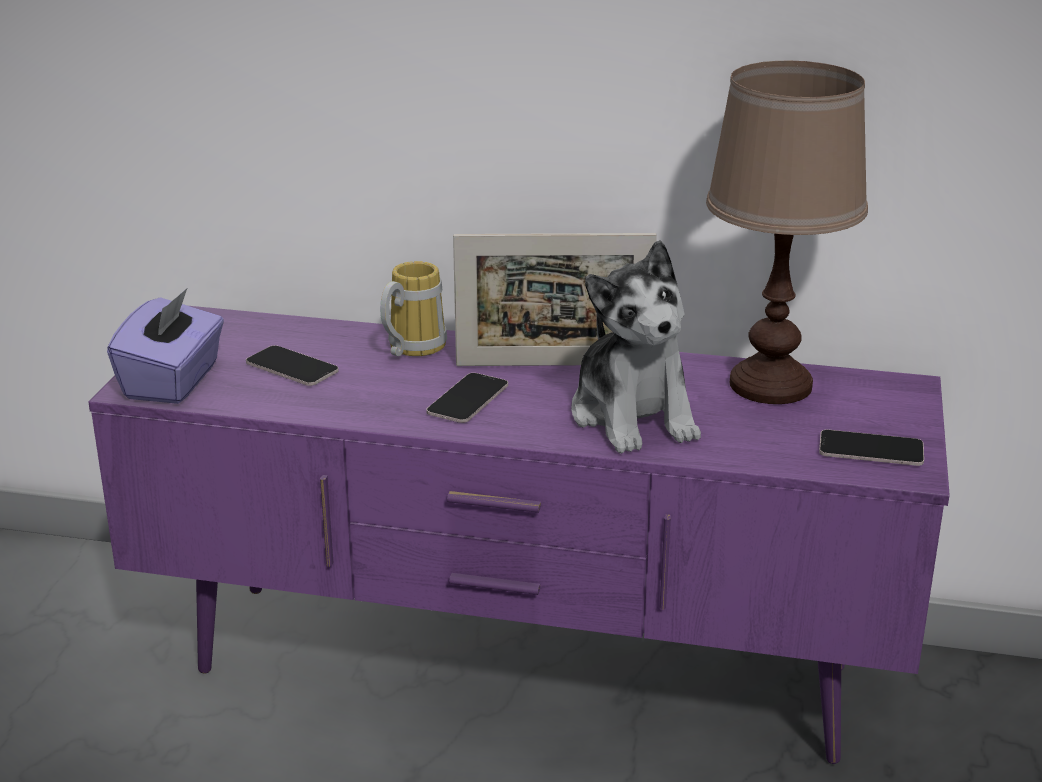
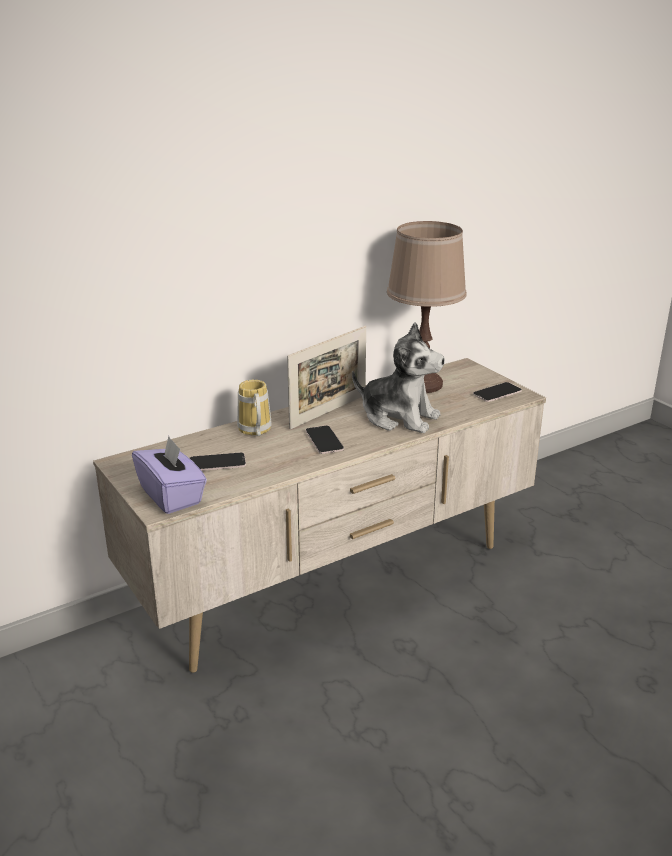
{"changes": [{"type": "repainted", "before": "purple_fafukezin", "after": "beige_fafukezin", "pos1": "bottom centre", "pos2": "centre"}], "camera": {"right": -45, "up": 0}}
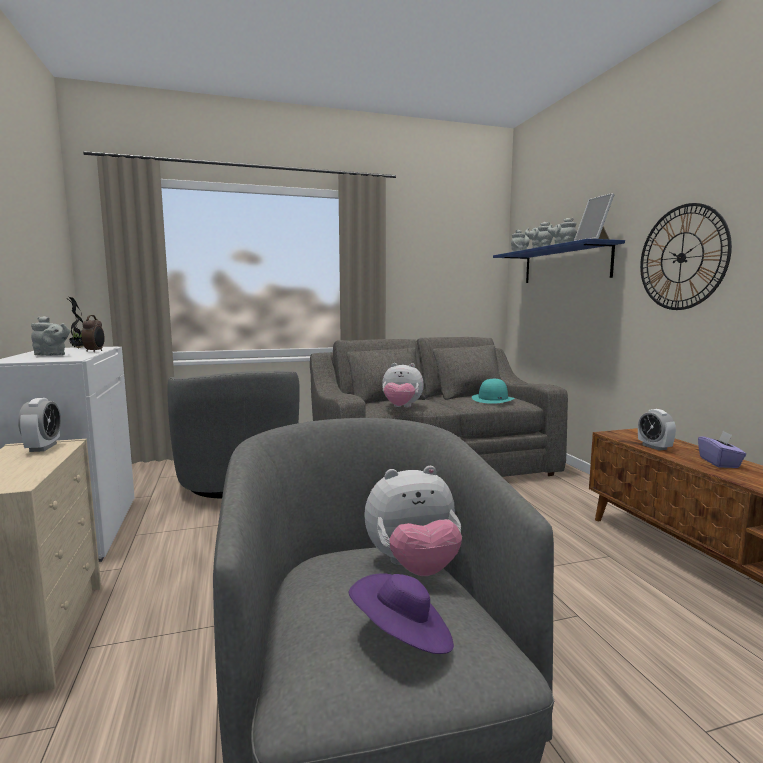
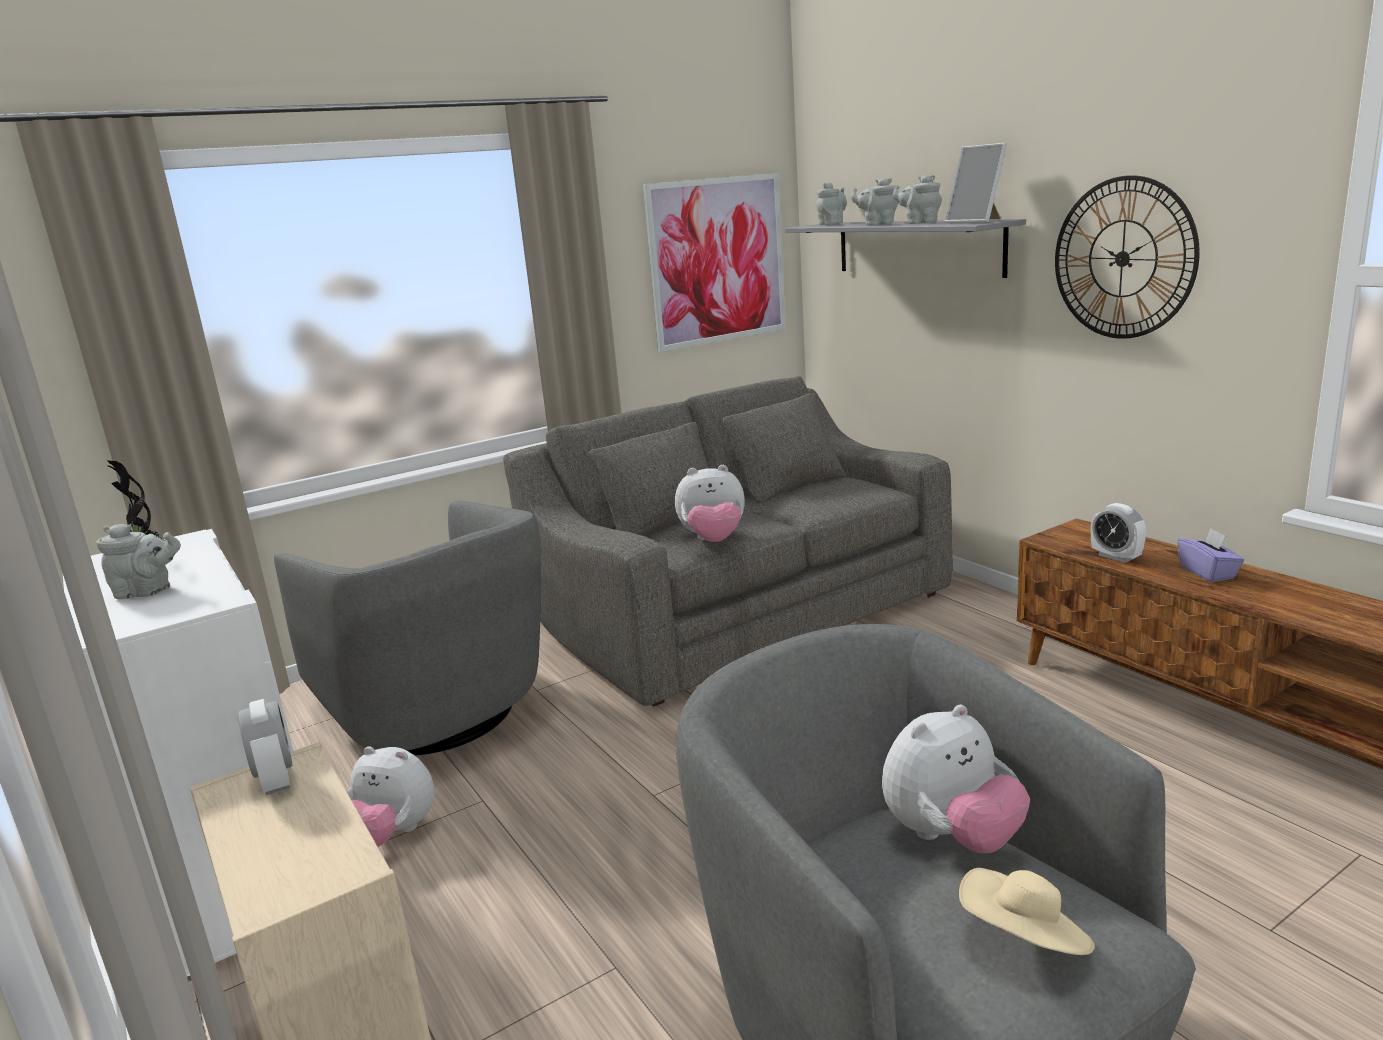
{"changes": [{"type": "repainted", "before": "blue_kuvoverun", "after": "grey_kuvoverun", "pos1": "middle right", "pos2": "top centre"}, {"type": "gone", "before": "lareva (no. 2 from left)", "pos1": "middle left"}, {"type": "gone", "before": "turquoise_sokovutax", "pos1": "centre"}, {"type": "repainted", "before": "purple_sokovutax", "after": "beige_sokovutax", "pos1": "bottom centre", "pos2": "bottom right"}, {"type": "new", "after": "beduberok", "pos2": "top centre"}, {"type": "new", "after": "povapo (no. 1 from left)", "pos2": "bottom left"}], "camera": {"right": -15, "up": 10}}
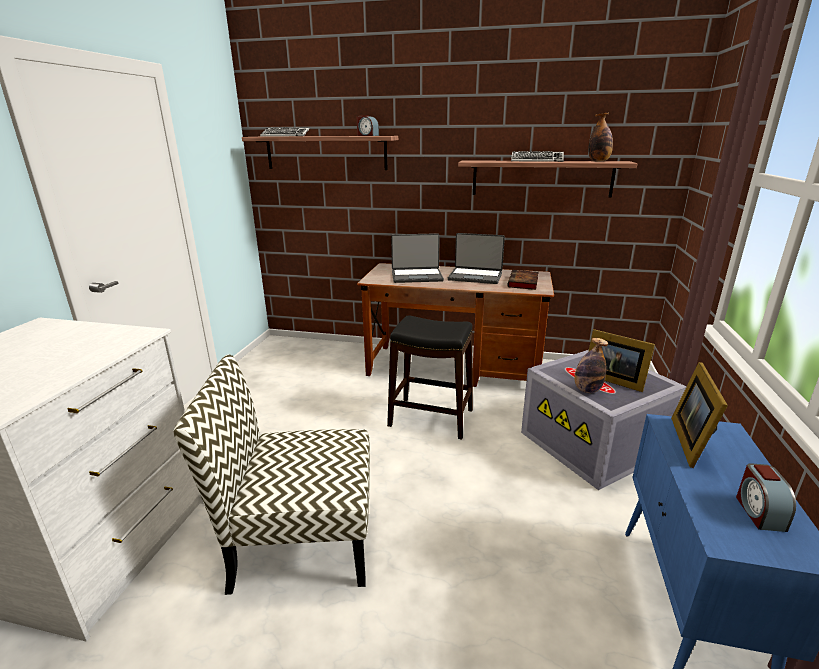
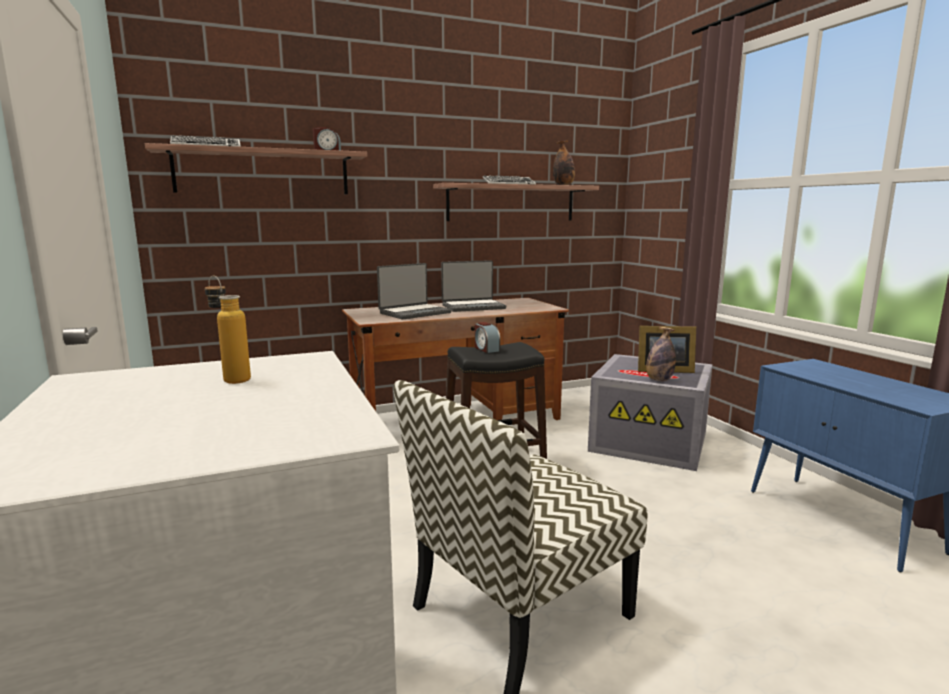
{"changes": [{"type": "gone", "before": "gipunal", "pos1": "centre"}, {"type": "gone", "before": "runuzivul (no. 2 from left)", "pos1": "middle right"}, {"type": "shifted", "before": "lareva (no. 2 from left)", "pos1": "bottom right", "pos2": "centre"}, {"type": "new", "after": "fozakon (no. 1 from left)", "pos2": "middle left"}], "camera": {"right": -35, "up": -10}}
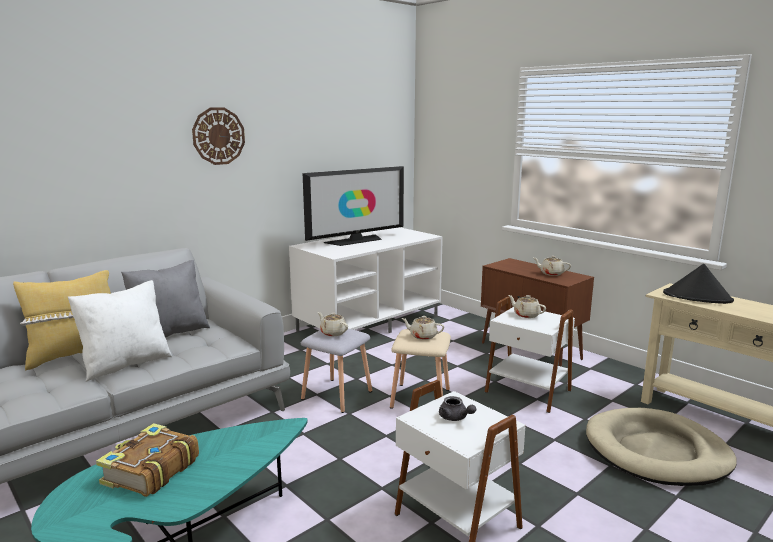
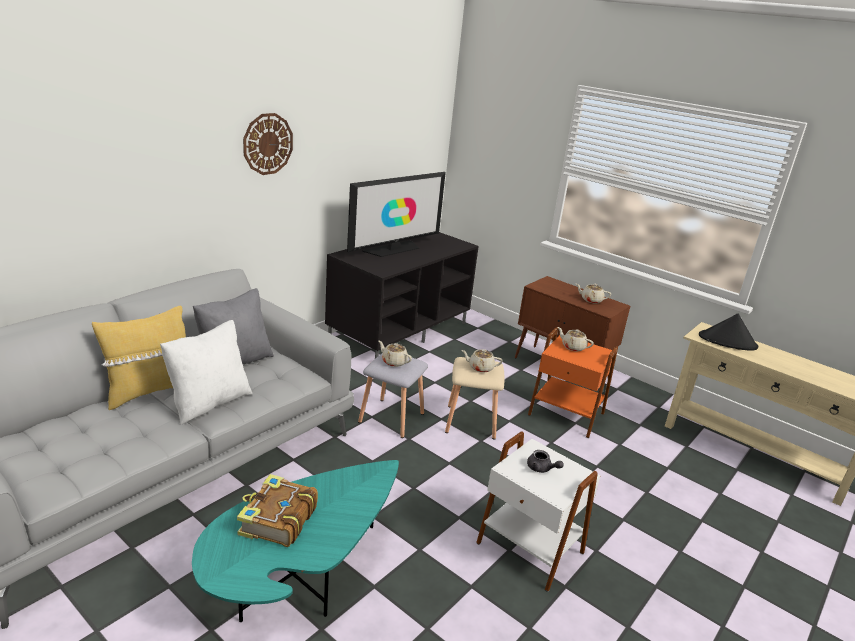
{"changes": [{"type": "repainted", "before": "white_fafukezin", "after": "black_fafukezin", "pos1": "centre", "pos2": "centre"}, {"type": "repainted", "before": "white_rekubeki (no. 2 from left)", "after": "orange_rekubeki", "pos1": "middle right", "pos2": "middle right"}, {"type": "gone", "before": "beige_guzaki", "pos1": "bottom right"}], "camera": {"right": -10, "up": 10}}
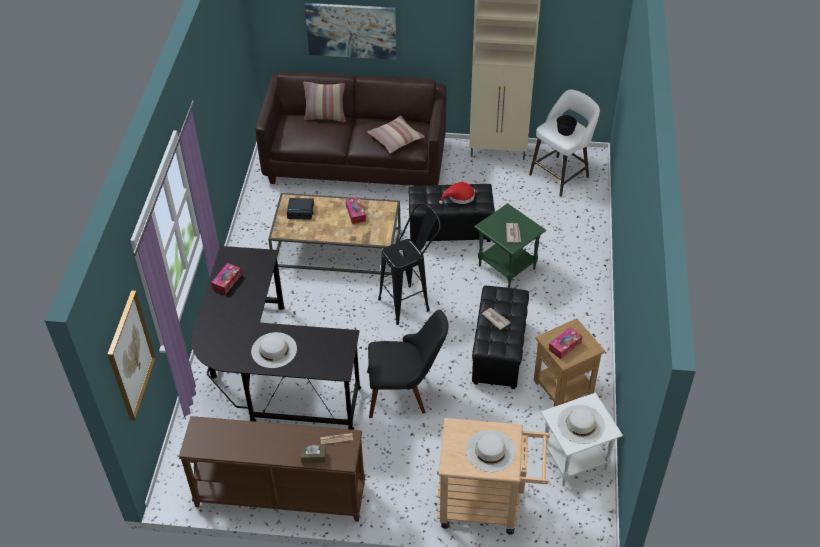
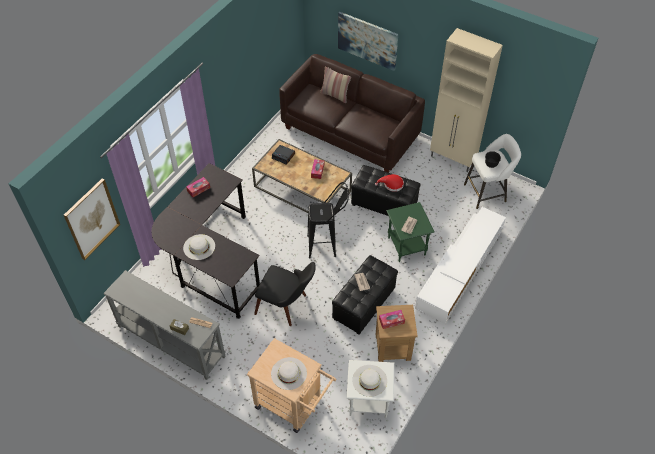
{"changes": [{"type": "gone", "before": "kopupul (no. 2 from left)", "pos1": "top centre"}, {"type": "repainted", "before": "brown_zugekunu", "after": "grey_zugekunu", "pos1": "bottom left", "pos2": "bottom left"}, {"type": "new", "after": "white_fafukezin", "pos2": "middle right"}], "camera": {"right": 25, "up": 5}}
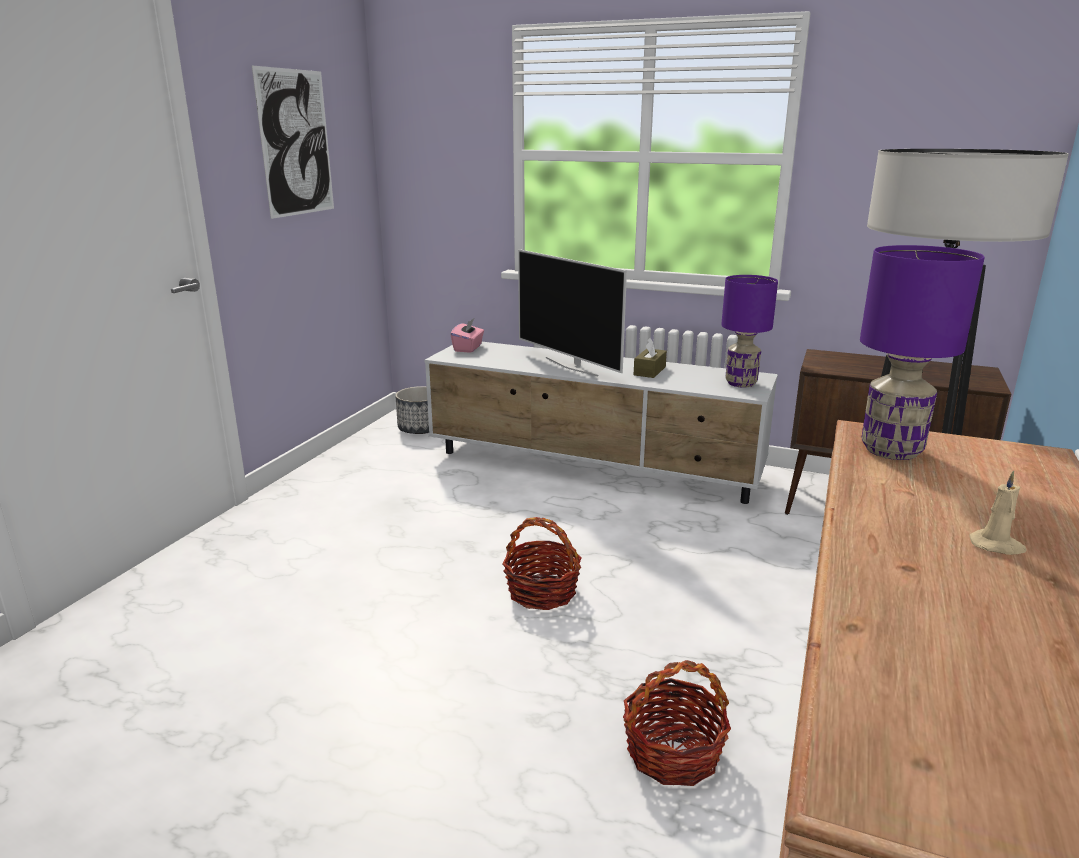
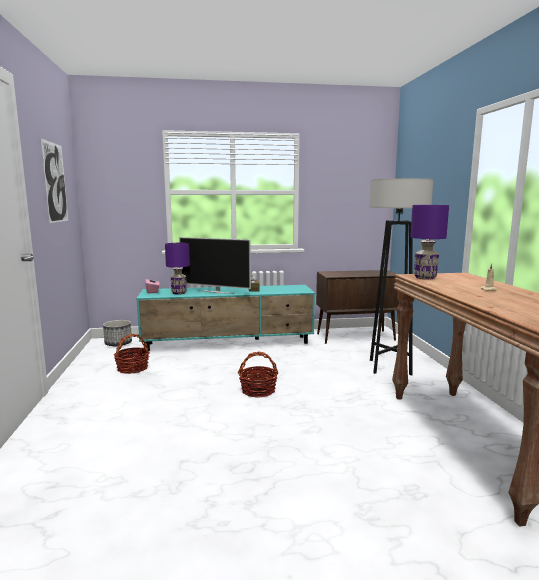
{"changes": [{"type": "shifted", "before": "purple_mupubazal (no. 1 from left)", "pos1": "middle right", "pos2": "middle left"}, {"type": "repainted", "before": "white_fafukezin", "after": "turquoise_fafukezin", "pos1": "centre", "pos2": "centre"}, {"type": "shifted", "before": "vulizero (no. 2 from left in the first image)", "after": "vulizero (no. 1 from left)", "pos1": "bottom centre", "pos2": "middle left"}], "camera": {"right": -30, "up": -10}}
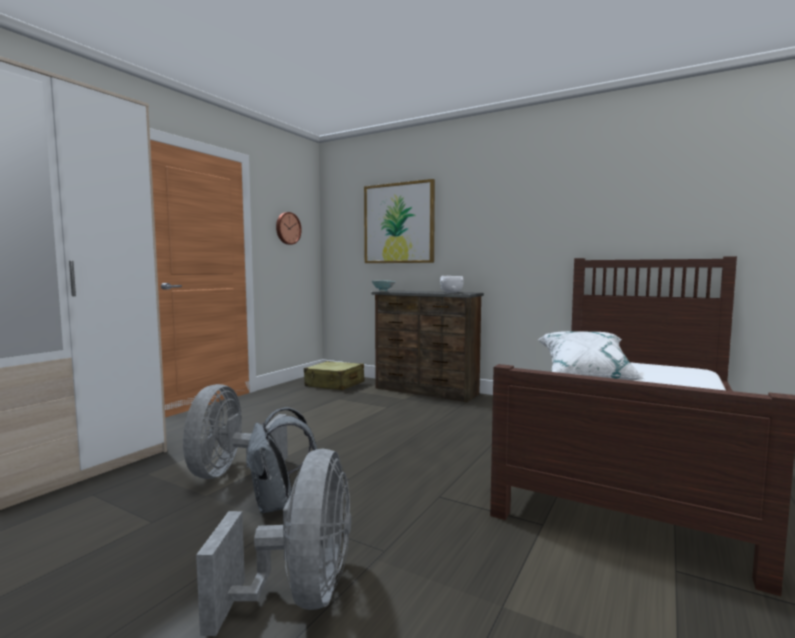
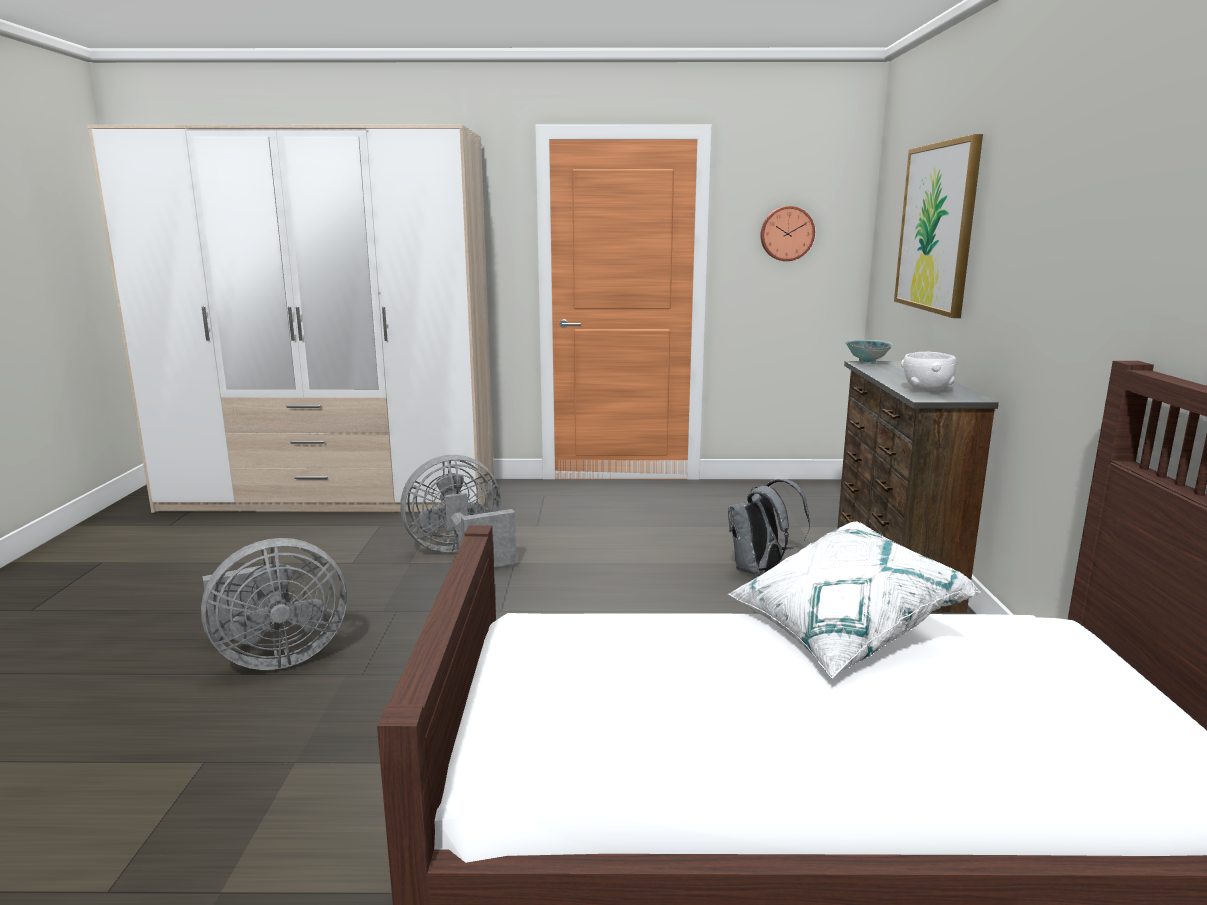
{"changes": [{"type": "gone", "before": "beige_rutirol", "pos1": "centre"}, {"type": "shifted", "before": "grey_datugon", "pos1": "bottom centre", "pos2": "centre"}], "camera": {"right": 60, "up": 10}}
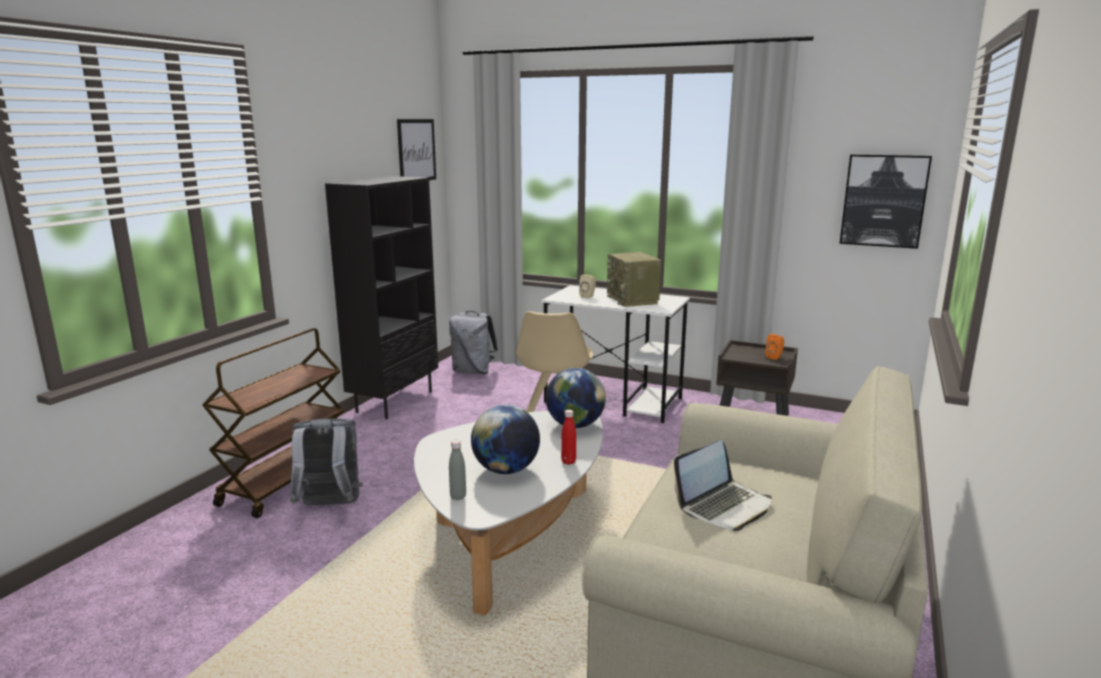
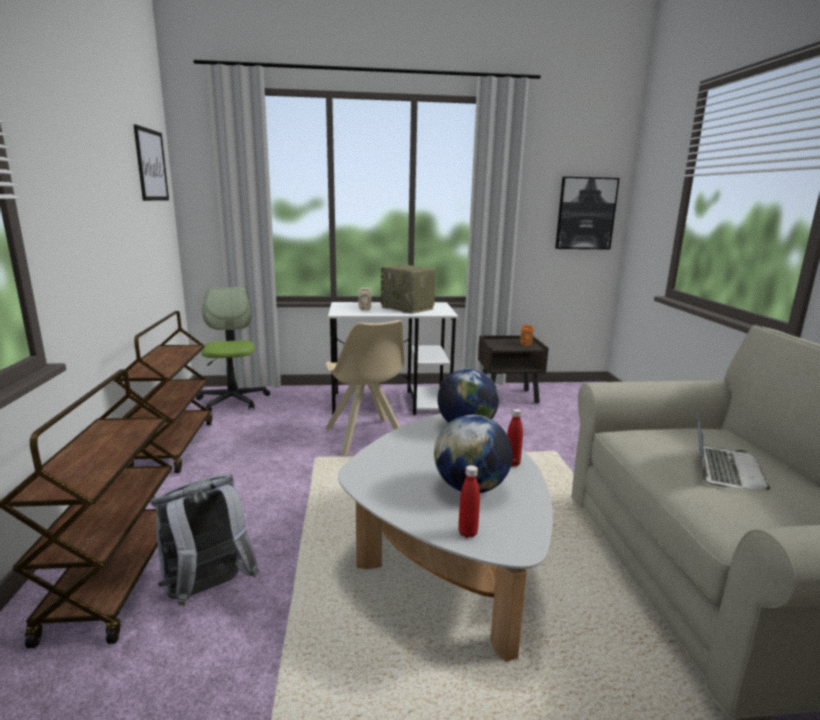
{"changes": [{"type": "swapped", "before": "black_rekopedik", "after": "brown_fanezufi (no. 2 from left)", "pos1": "centre", "pos2": "middle left"}, {"type": "swapped", "before": "grey_datugon (no. 2 from left)", "after": "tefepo", "pos1": "centre", "pos2": "middle left"}, {"type": "repainted", "before": "grey_fozakon", "after": "red_fozakon (no. 1 from left)", "pos1": "bottom centre", "pos2": "bottom centre"}], "camera": {"right": -30, "up": 0}}
